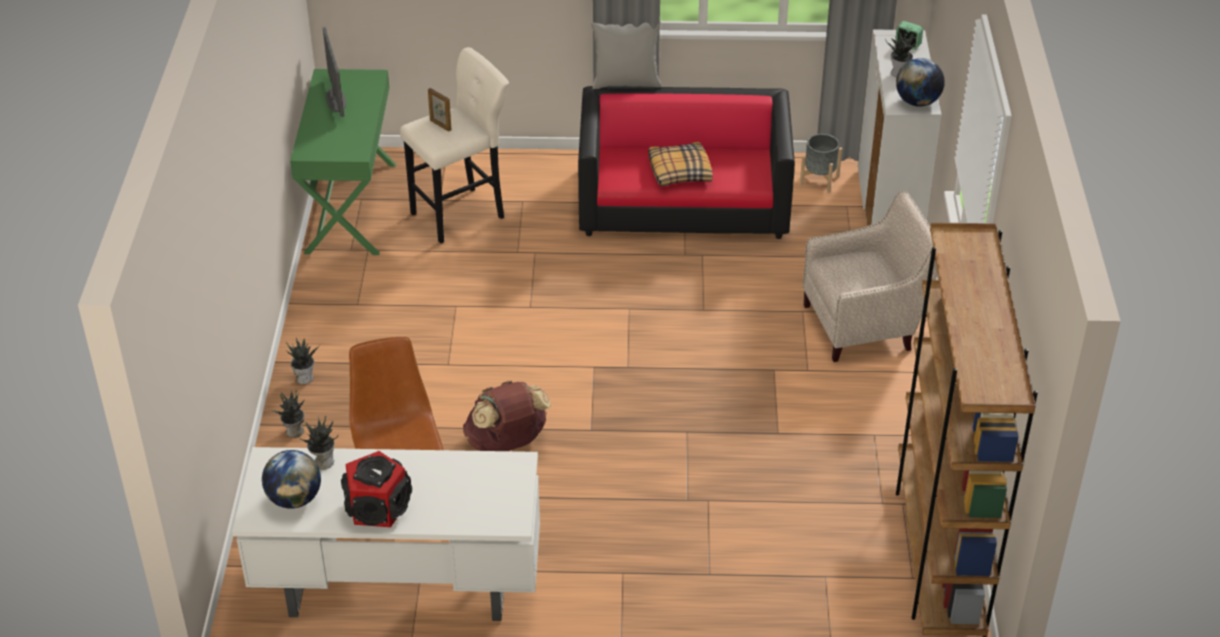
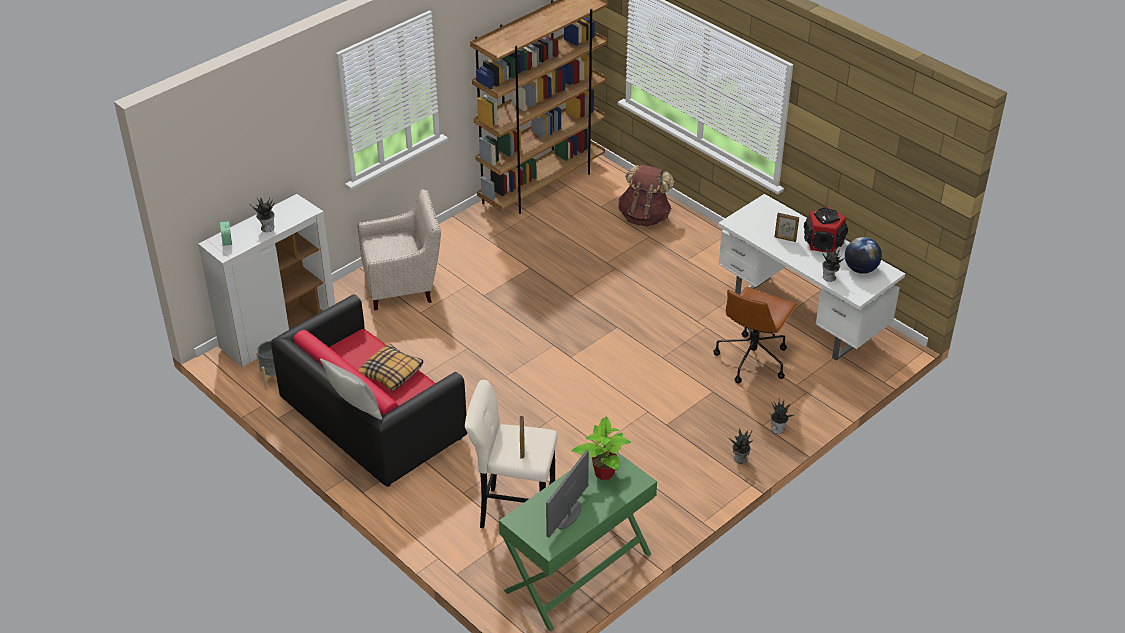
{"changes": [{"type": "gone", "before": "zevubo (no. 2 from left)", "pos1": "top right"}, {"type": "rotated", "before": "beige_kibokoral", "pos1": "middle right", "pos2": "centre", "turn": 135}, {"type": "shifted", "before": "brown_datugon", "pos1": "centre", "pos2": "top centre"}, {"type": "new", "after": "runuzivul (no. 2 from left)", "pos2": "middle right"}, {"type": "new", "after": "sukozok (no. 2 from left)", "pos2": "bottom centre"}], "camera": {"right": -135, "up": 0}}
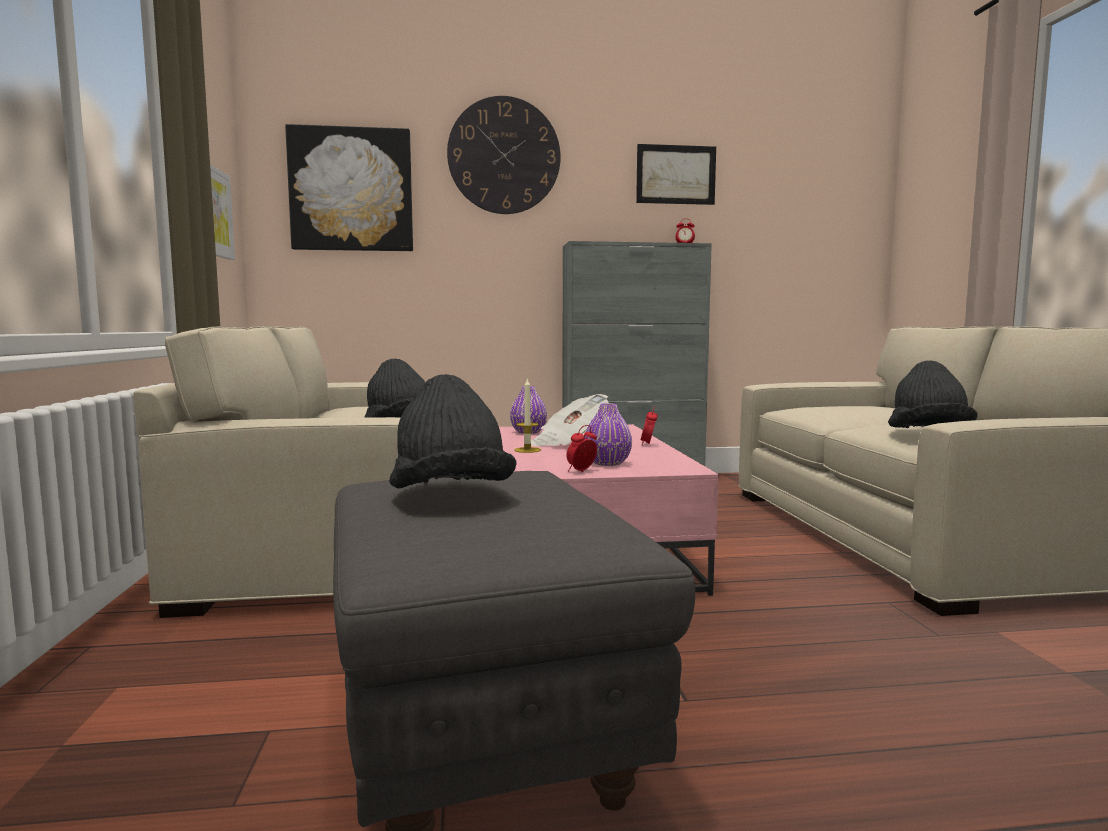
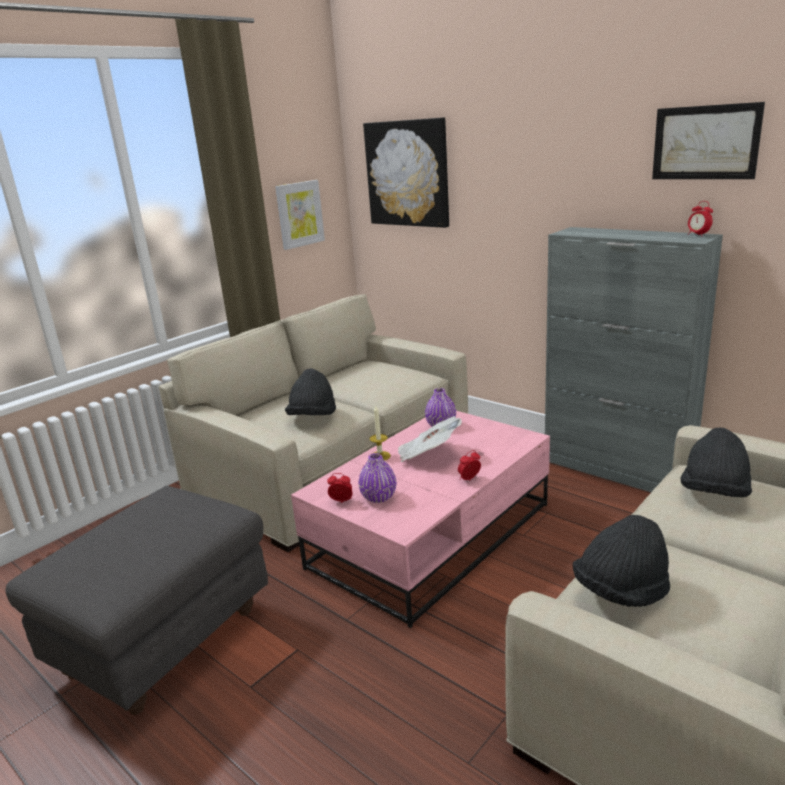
{"changes": [{"type": "gone", "before": "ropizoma", "pos1": "top centre"}, {"type": "shifted", "before": "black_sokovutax (no. 2 from left in the first image)", "after": "black_sokovutax (no. 3 from left)", "pos1": "centre", "pos2": "middle right"}], "camera": {"right": 50, "up": 15}}
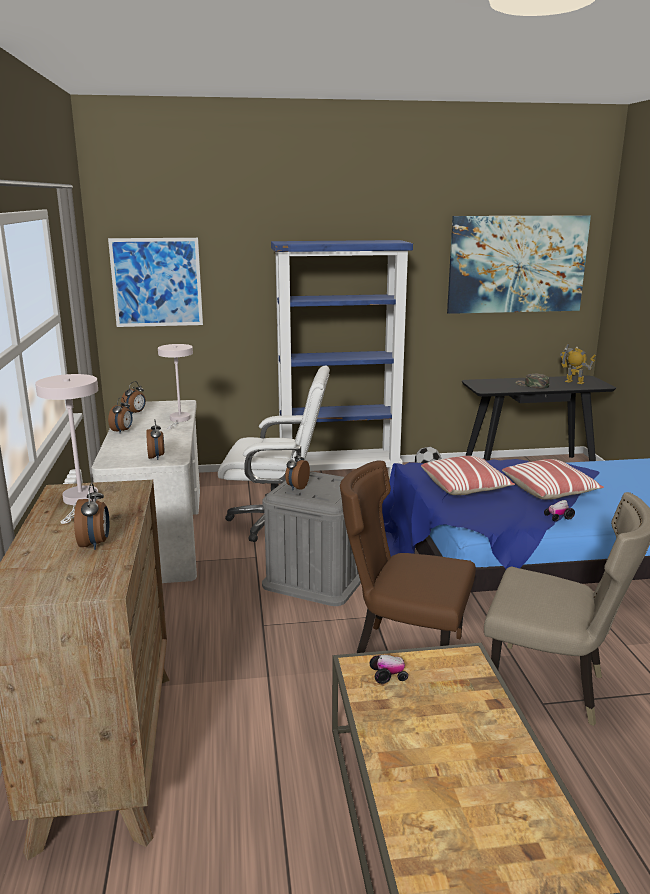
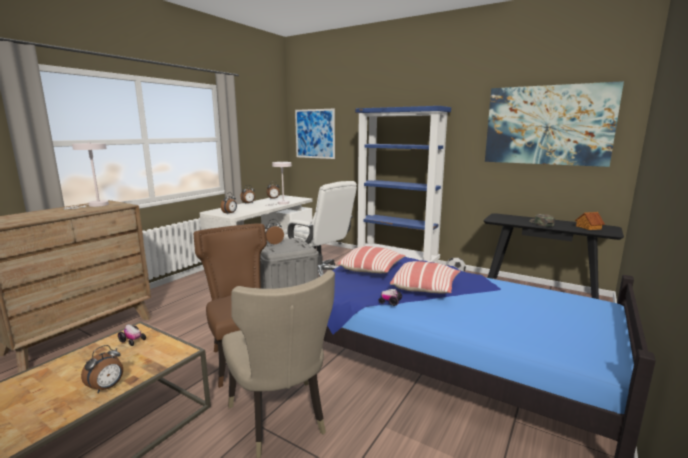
{"changes": [{"type": "swapped", "before": "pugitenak", "after": "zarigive", "pos1": "middle right", "pos2": "middle right"}, {"type": "shifted", "before": "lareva (no. 1 from left)", "pos1": "middle left", "pos2": "bottom left"}], "camera": {"right": 40, "up": -5}}
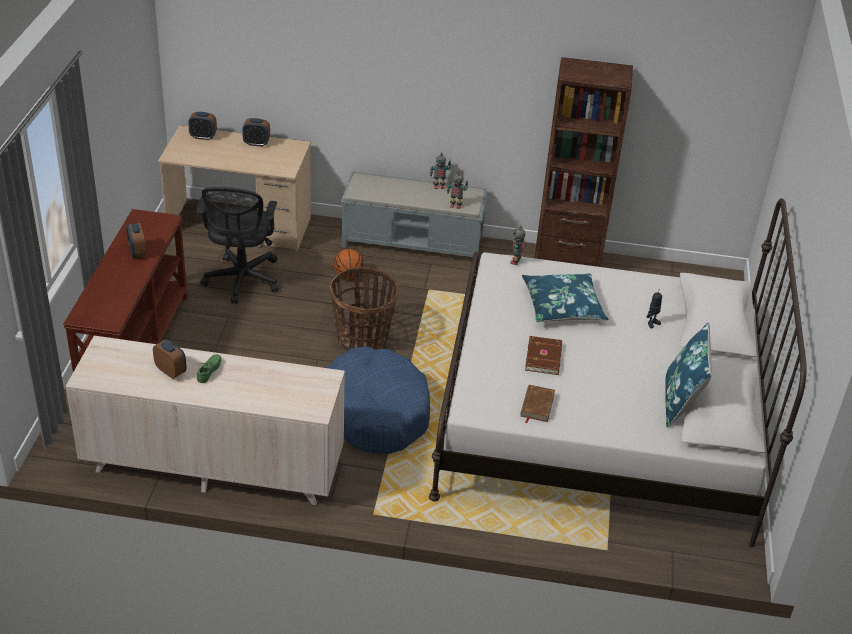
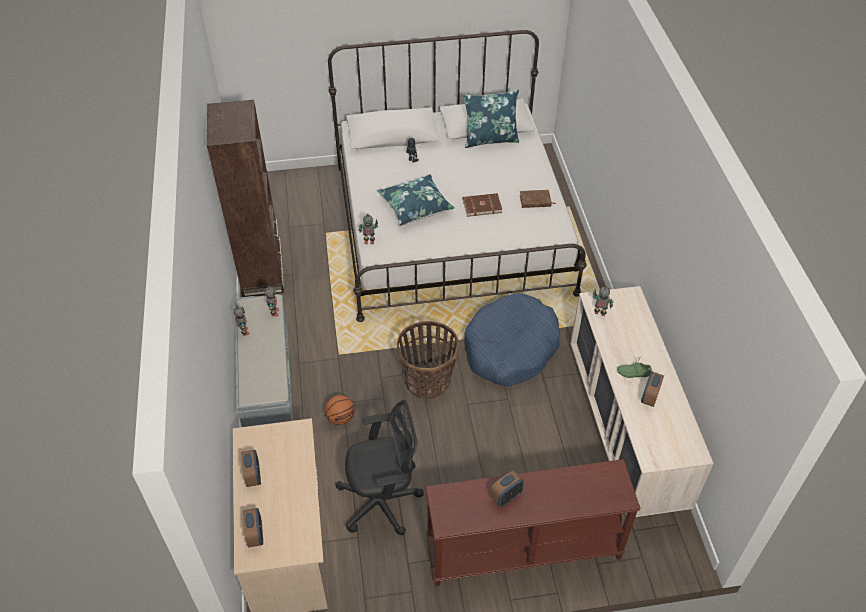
{"changes": [{"type": "new", "after": "pugitenak (no. 5 from left)", "pos2": "middle right"}], "camera": {"right": -105, "up": 10}}
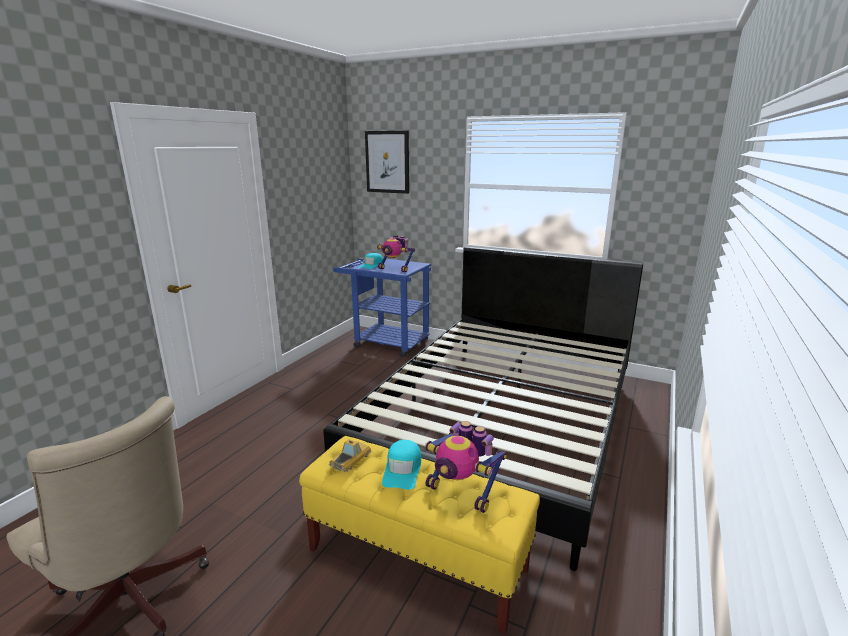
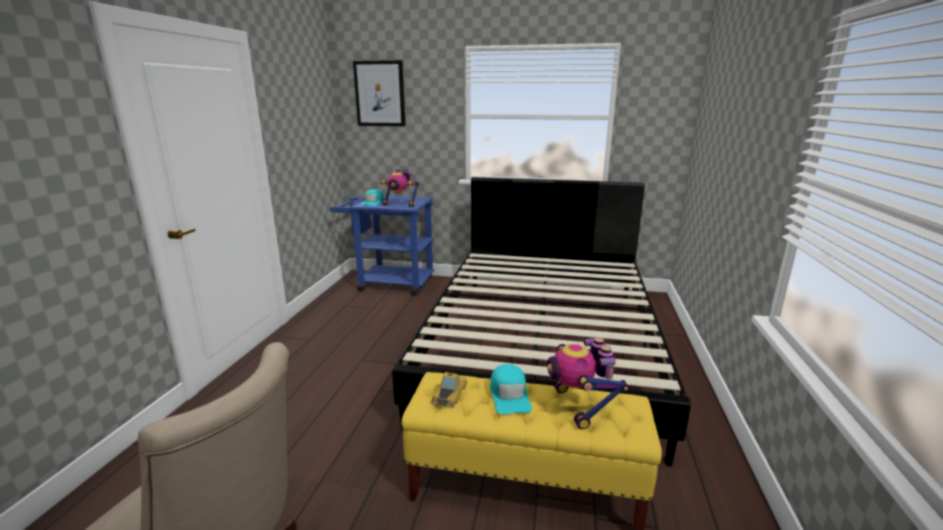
{"changes": [{"type": "rotated", "before": "pugitenak (no. 2 from left)", "pos1": "bottom centre", "pos2": "bottom centre", "turn": 60}], "camera": {"right": -15, "up": 0}}
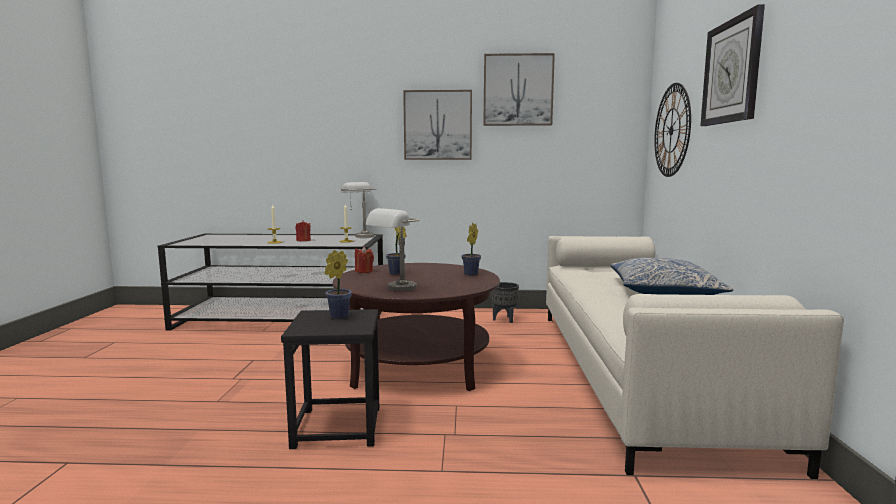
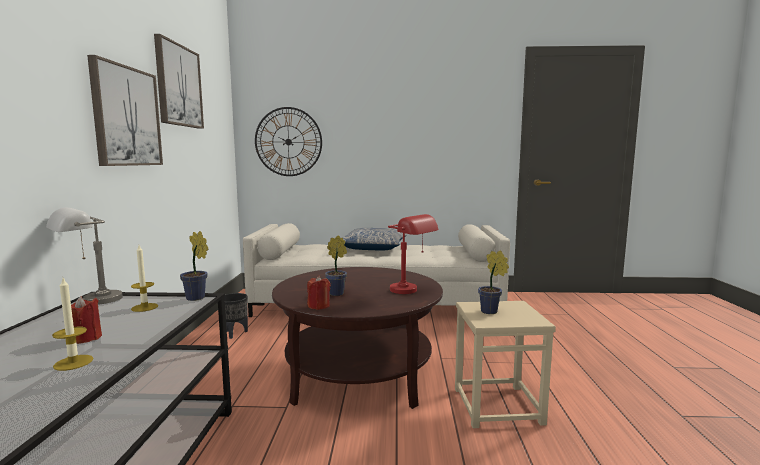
{"changes": [{"type": "gone", "before": "ropizoma (no. 2 from left)", "pos1": "top right"}, {"type": "repainted", "before": "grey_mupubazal (no. 2 from left)", "after": "red_mupubazal", "pos1": "centre", "pos2": "centre"}, {"type": "shifted", "before": "sukozok (no. 3 from left in the first image)", "after": "sukozok (no. 1 from left)", "pos1": "centre", "pos2": "middle left"}, {"type": "repainted", "before": "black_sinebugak", "after": "beige_sinebugak", "pos1": "bottom centre", "pos2": "bottom centre"}], "camera": {"right": -90, "up": 0}}
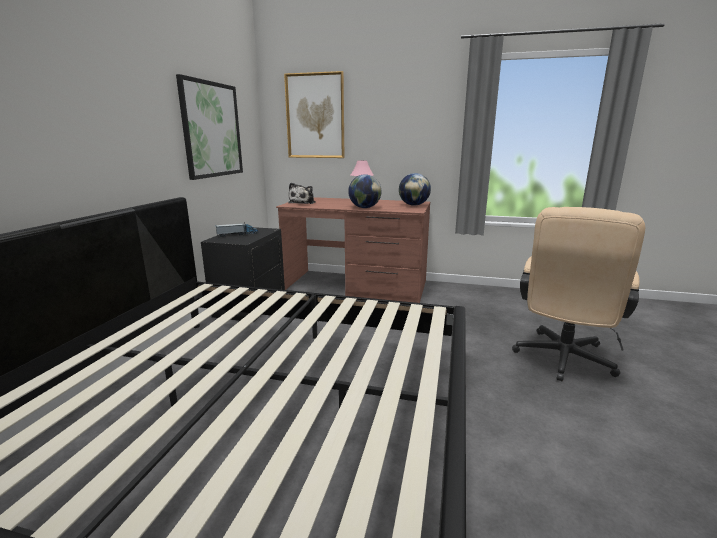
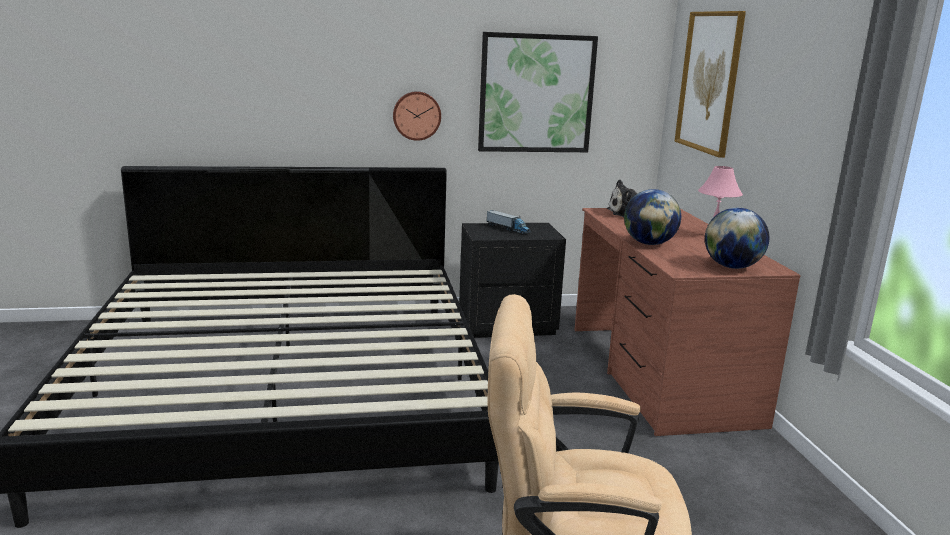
{"changes": [{"type": "new", "after": "ropizoma", "pos2": "top centre"}], "camera": {"right": 65, "up": 0}}
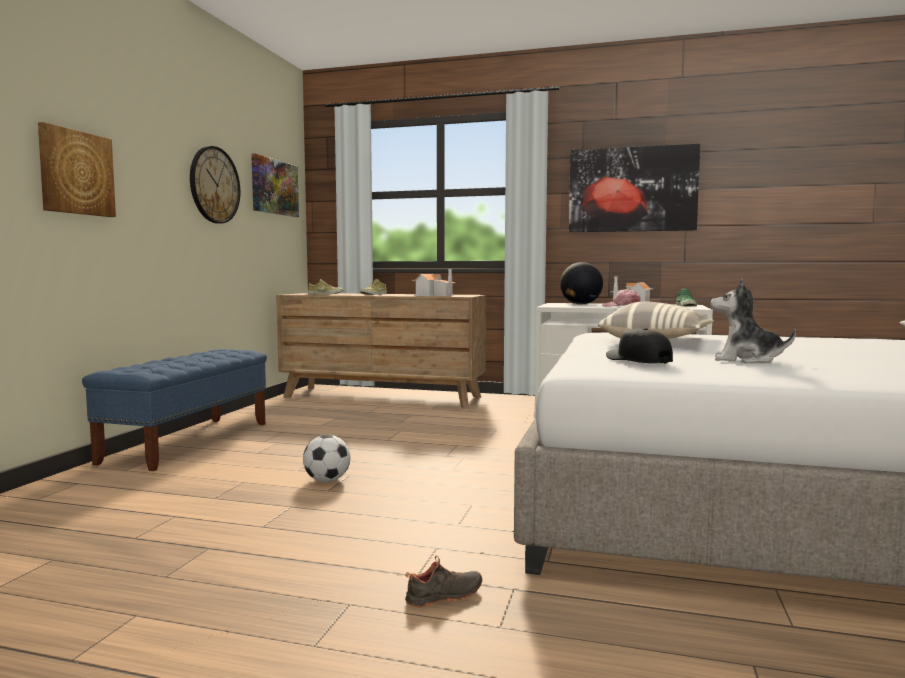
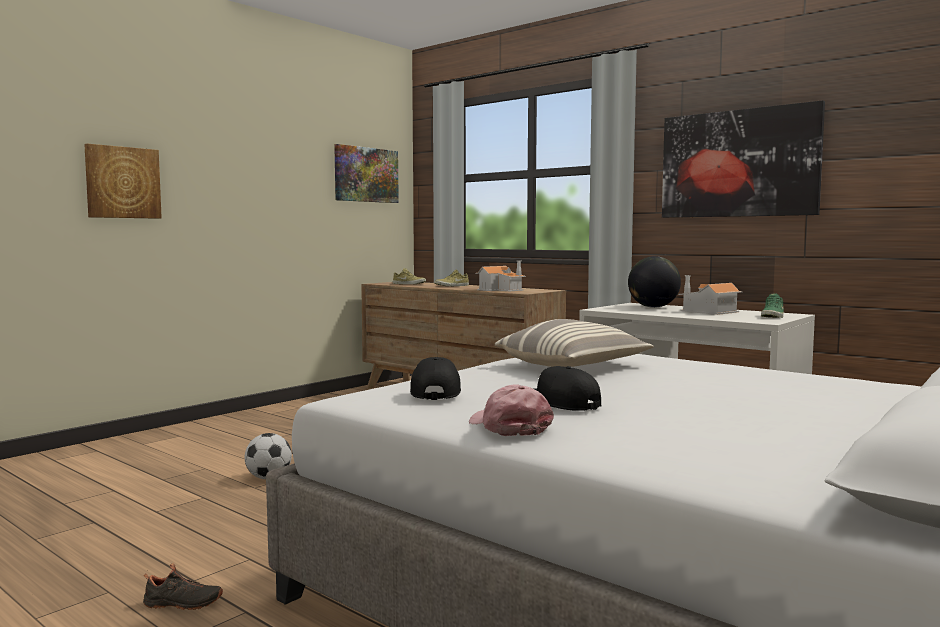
{"changes": [{"type": "gone", "before": "ropizoma", "pos1": "top left"}, {"type": "swapped", "before": "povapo", "after": "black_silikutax (no. 2 from left)", "pos1": "middle right", "pos2": "centre"}, {"type": "shifted", "before": "pink_silikutax", "pos1": "middle right", "pos2": "centre"}, {"type": "gone", "before": "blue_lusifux", "pos1": "middle left"}], "camera": {"right": 25, "up": 0}}
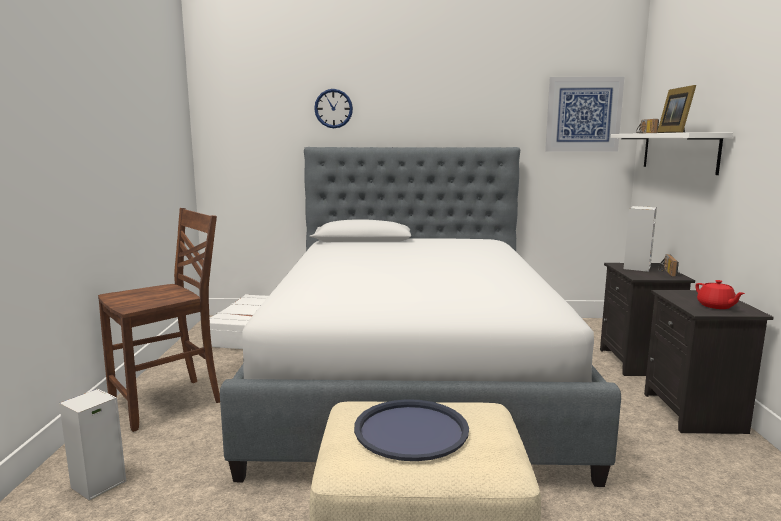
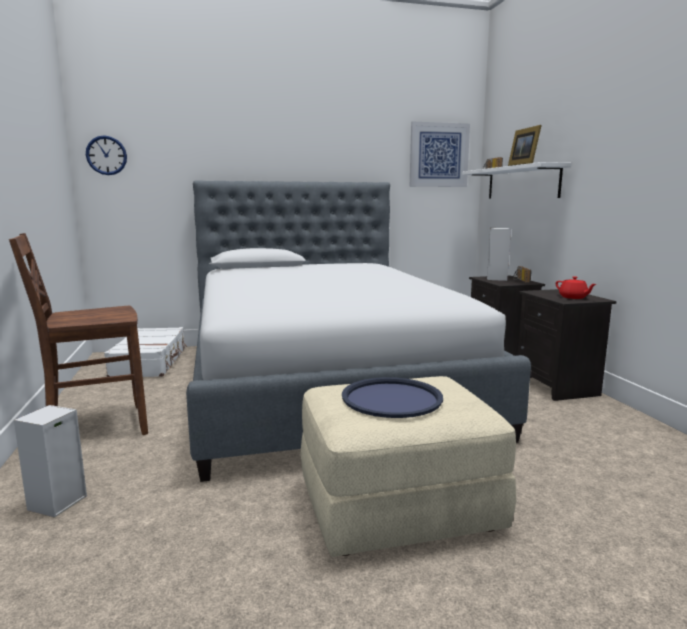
{"changes": [{"type": "shifted", "before": "ropizoma", "pos1": "top centre", "pos2": "top left"}, {"type": "rotated", "before": "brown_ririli", "pos1": "middle left", "pos2": "middle left", "turn": -150}], "camera": {"right": -15, "up": 0}}
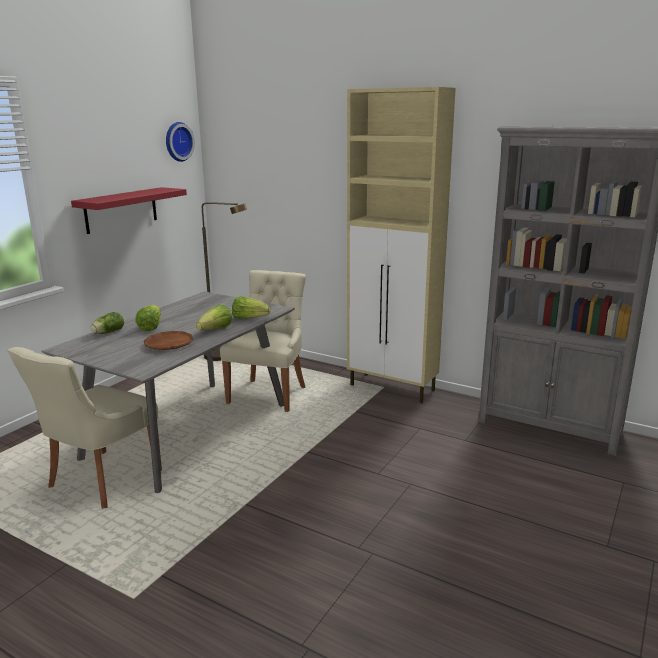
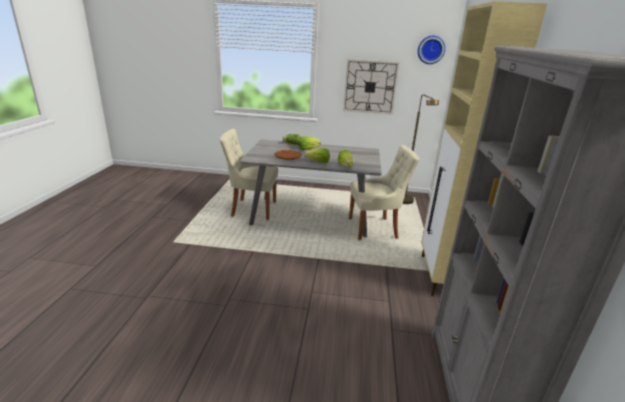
{"changes": [{"type": "swapped", "before": "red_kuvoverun", "after": "ropizoma (no. 1 from left)", "pos1": "top left", "pos2": "top centre"}], "camera": {"right": 65, "up": 5}}
